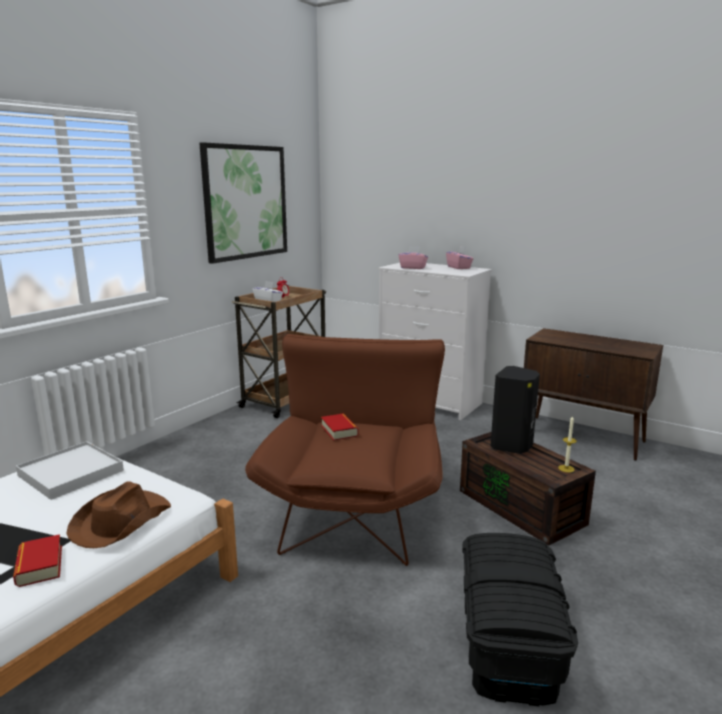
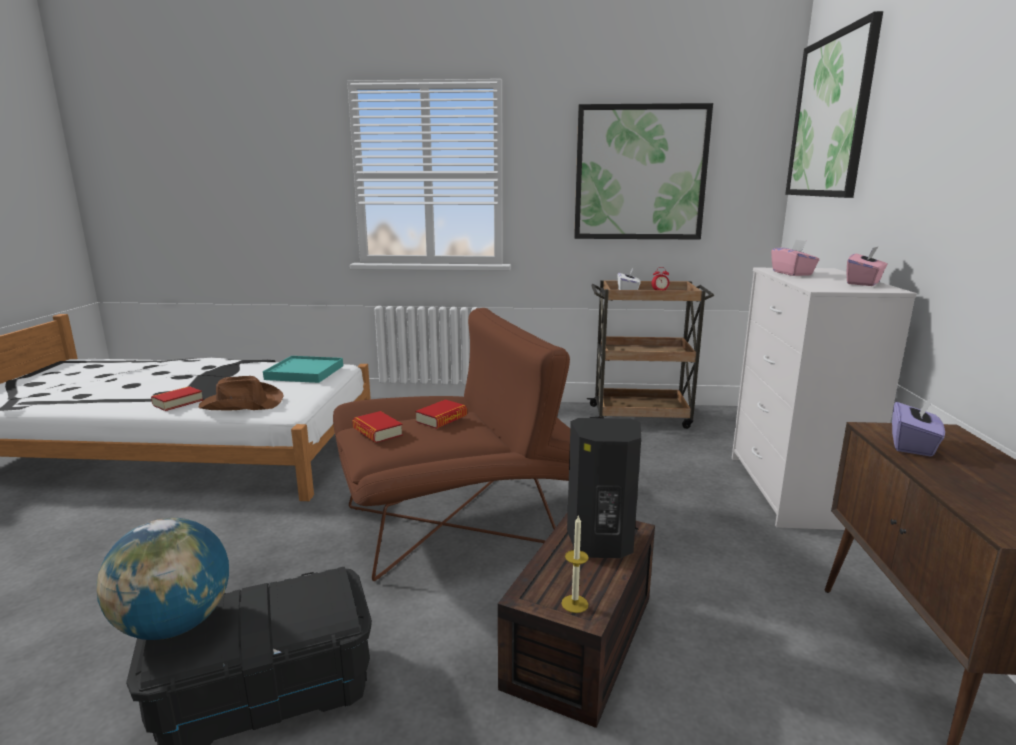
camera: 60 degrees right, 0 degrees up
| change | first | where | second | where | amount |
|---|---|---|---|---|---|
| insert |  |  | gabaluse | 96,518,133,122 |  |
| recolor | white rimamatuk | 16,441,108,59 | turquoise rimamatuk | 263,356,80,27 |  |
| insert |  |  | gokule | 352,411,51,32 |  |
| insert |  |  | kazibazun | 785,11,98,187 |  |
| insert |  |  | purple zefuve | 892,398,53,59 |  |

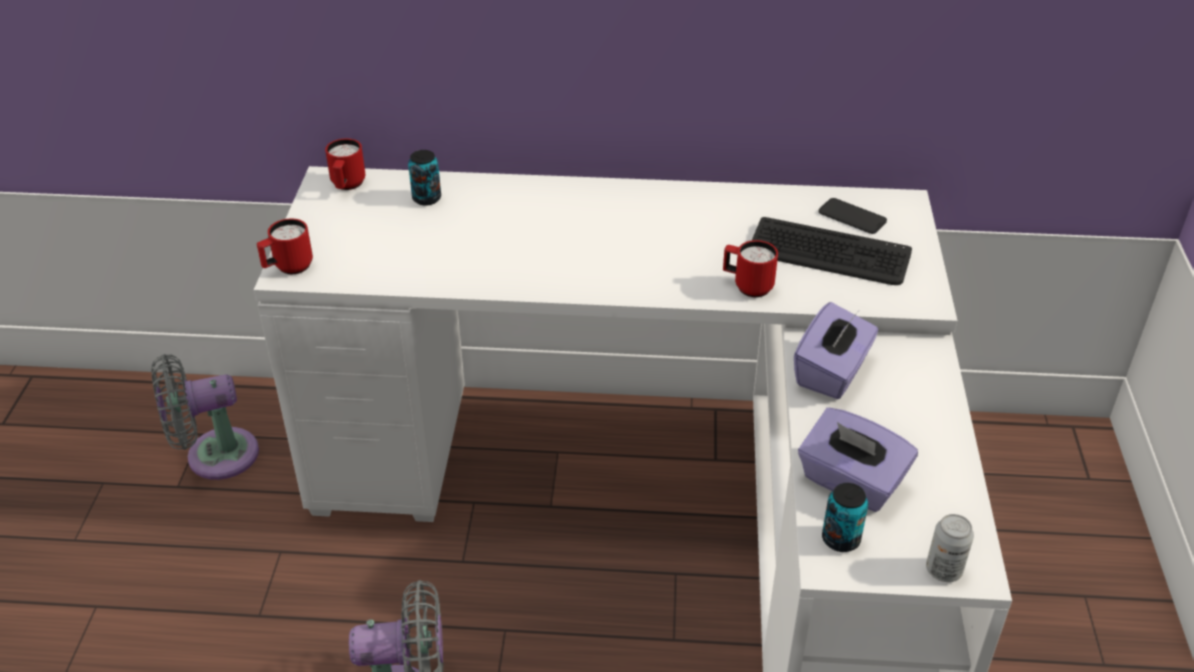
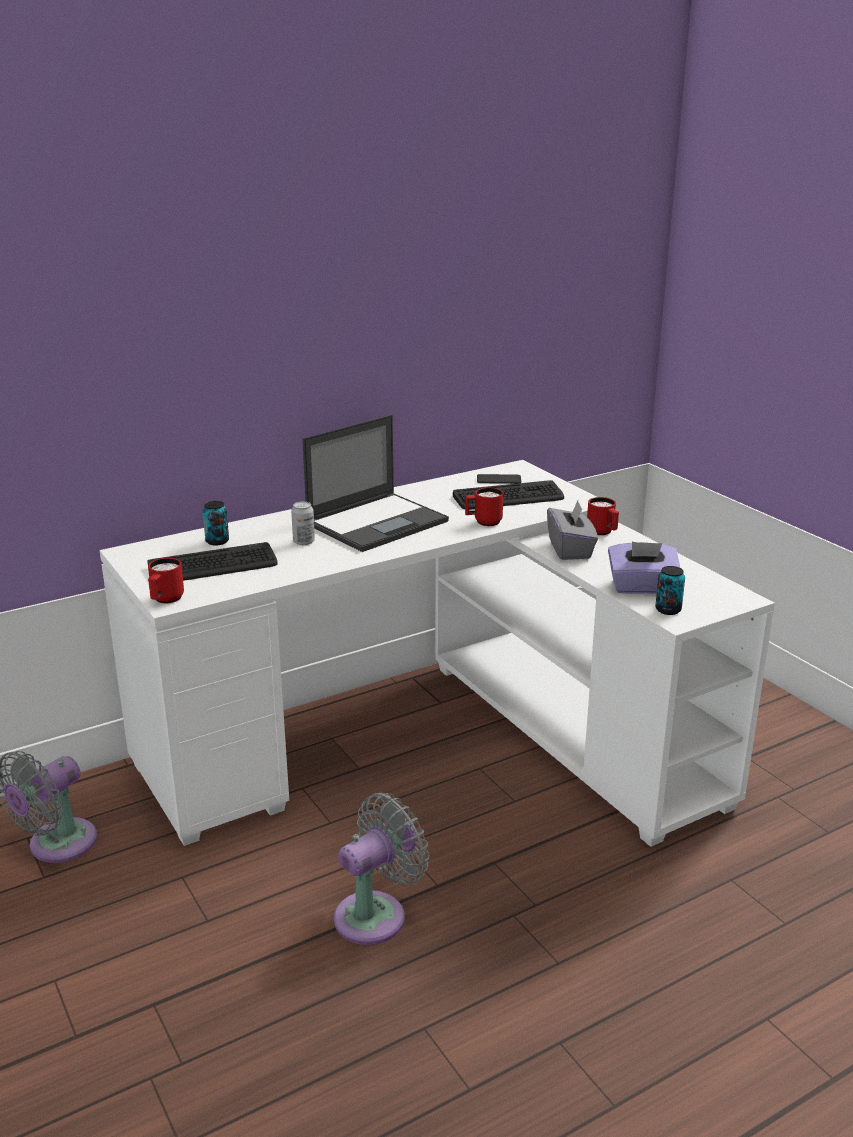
camera: 35 degrees left, 15 degrees down
| change | first | where | second | where | amount |
|---|---|---|---|---|---|
| insert |  |  | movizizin | 147,542,131,39 |  |
| move | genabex | 926,514,48,68 |  | 291,502,24,43 |  |
| insert |  |  | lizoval | 302,415,147,137 |  |
| recolor | purple zefuve | 794,302,84,97 | grey zefuve | 547,500,51,60 |  |
| move | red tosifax | 325,139,41,51 |  | 587,497,32,38 |  |

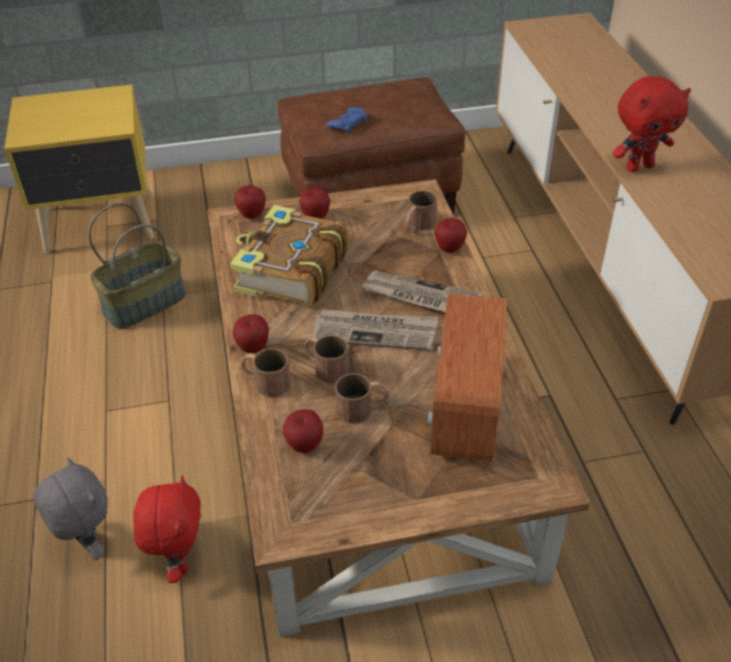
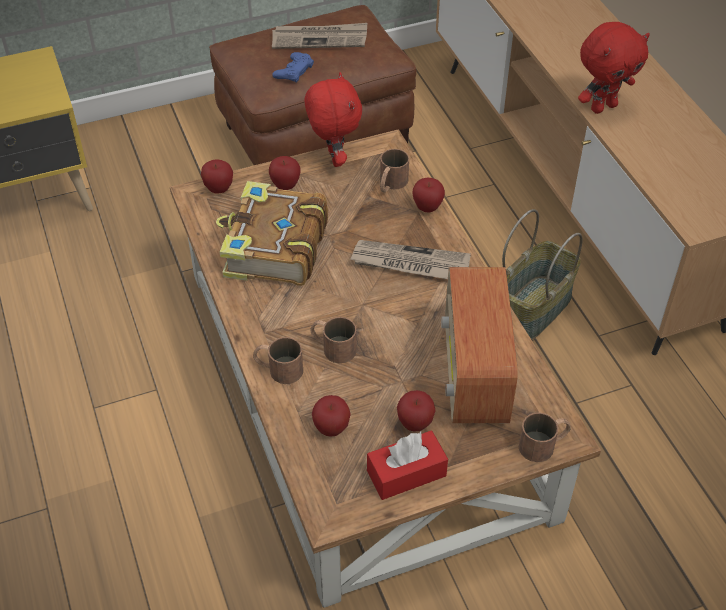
camera: 10 degrees left, 5 degrees up
| change | first | where | second | where | amount |
|---|---|---|---|---|---|
| move | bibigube | 311,309,127,42 |  | 272,23,95,26 |  |
| move | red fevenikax | 133,475,68,108 |  | 305,72,57,95 |  |
| insert |  |  | red zefuve | 367,431,81,69 |  |
| move | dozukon | 232,314,37,39 |  | 397,390,39,41 |  |
| move | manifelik | 88,203,98,126 |  | 502,209,81,131 |  |
| move | brown tosifax | 335,373,54,51 |  | 519,413,52,49 |  |
| delete | grey fevenikax | 34,458,74,102 |  |  |  |

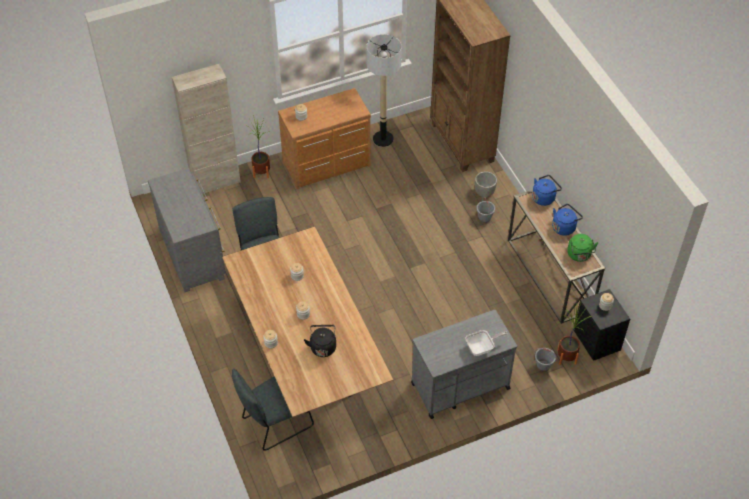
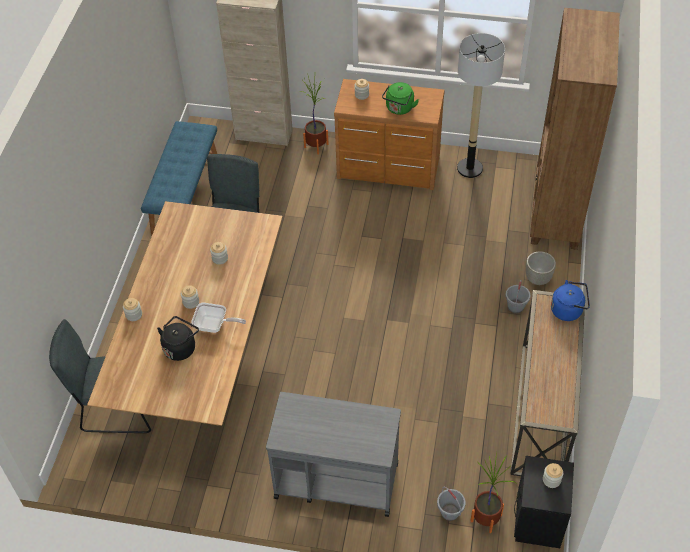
camera: 35 degrees right, 0 degrees up
| change | first | where | second | where | amount |
|---|---|---|---|---|---|
| replace | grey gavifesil | 148,168,78,124 | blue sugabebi | 141,121,76,115 |  |
| move | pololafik | 465,330,43,26 |  | 191,303,55,30 |  |
| move | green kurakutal | 567,234,31,28 |  | 382,82,37,33 |  |
| delete | blue kurakutal | 552,204,31,32 |  |  |  |

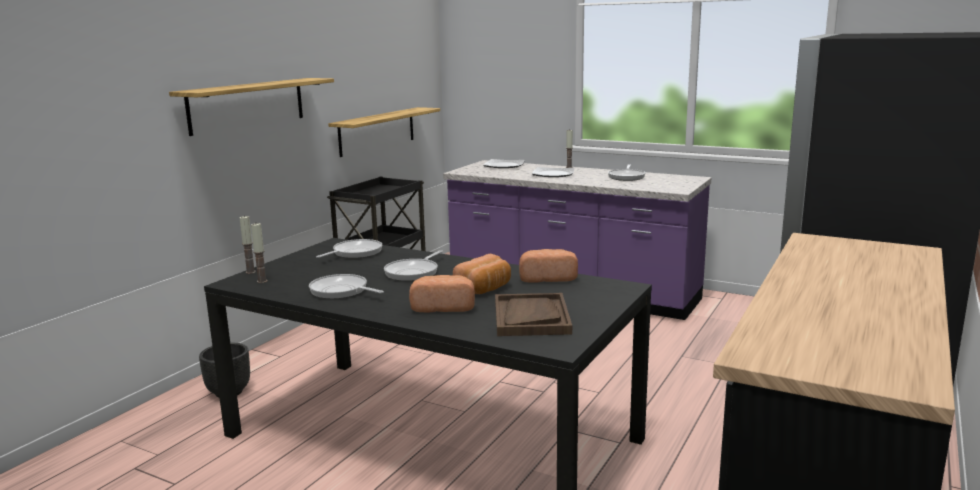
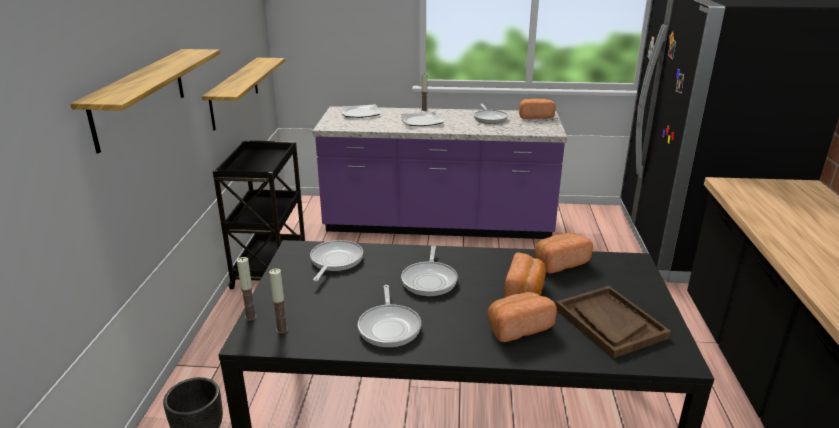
camera: 25 degrees left, 10 degrees up
| change | first | where | second | where | amount |
|---|---|---|---|---|---|
| rotate | pololafik | 309,274,75,25 |  | 358,285,63,62 | 105 degrees counterclockwise |
| insert |  |  | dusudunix | 519,98,37,21 |  |

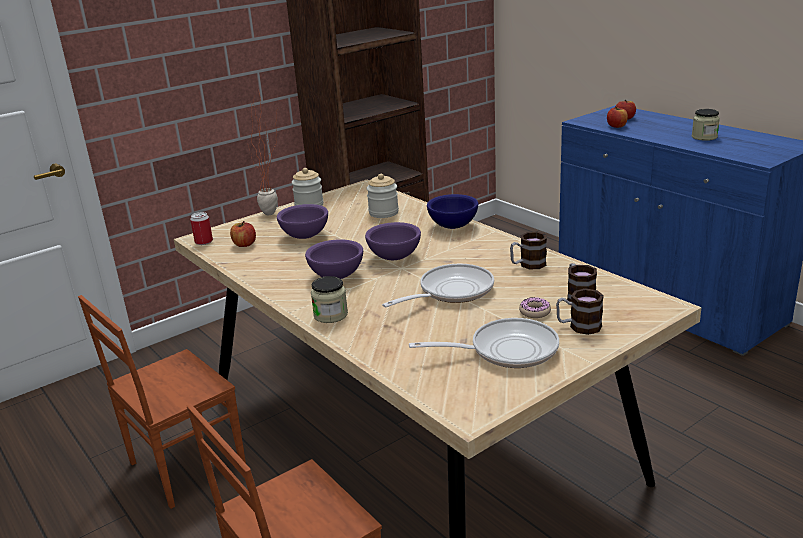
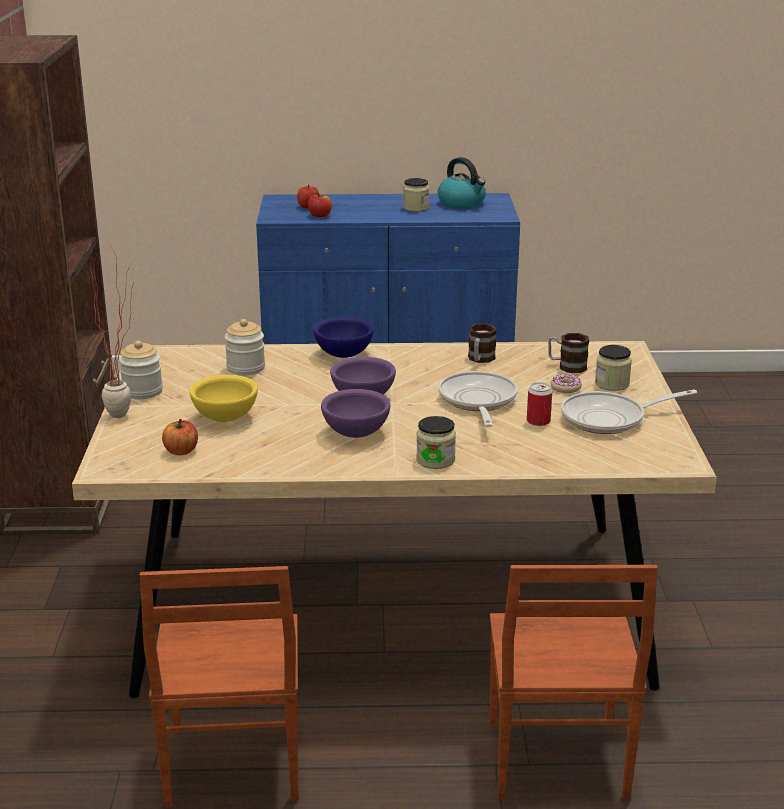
camera: 55 degrees left, 0 degrees up
| change | first | where | second | where | amount |
|---|---|---|---|---|---|
| recolor | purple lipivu | 277,204,51,35 | yellow lipivu | 189,375,69,47 |  |
| insert |  |  | kurakutal | 438,157,48,51 |  |
| move | genabex | 190,212,23,33 |  | 527,382,25,44 |  |
| rotate | pololafik | 409,318,150,50 |  | 561,389,136,45 | 135 degrees counterclockwise |
| replace | tosifax | 556,288,48,47 | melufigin | 595,345,37,46 |  |

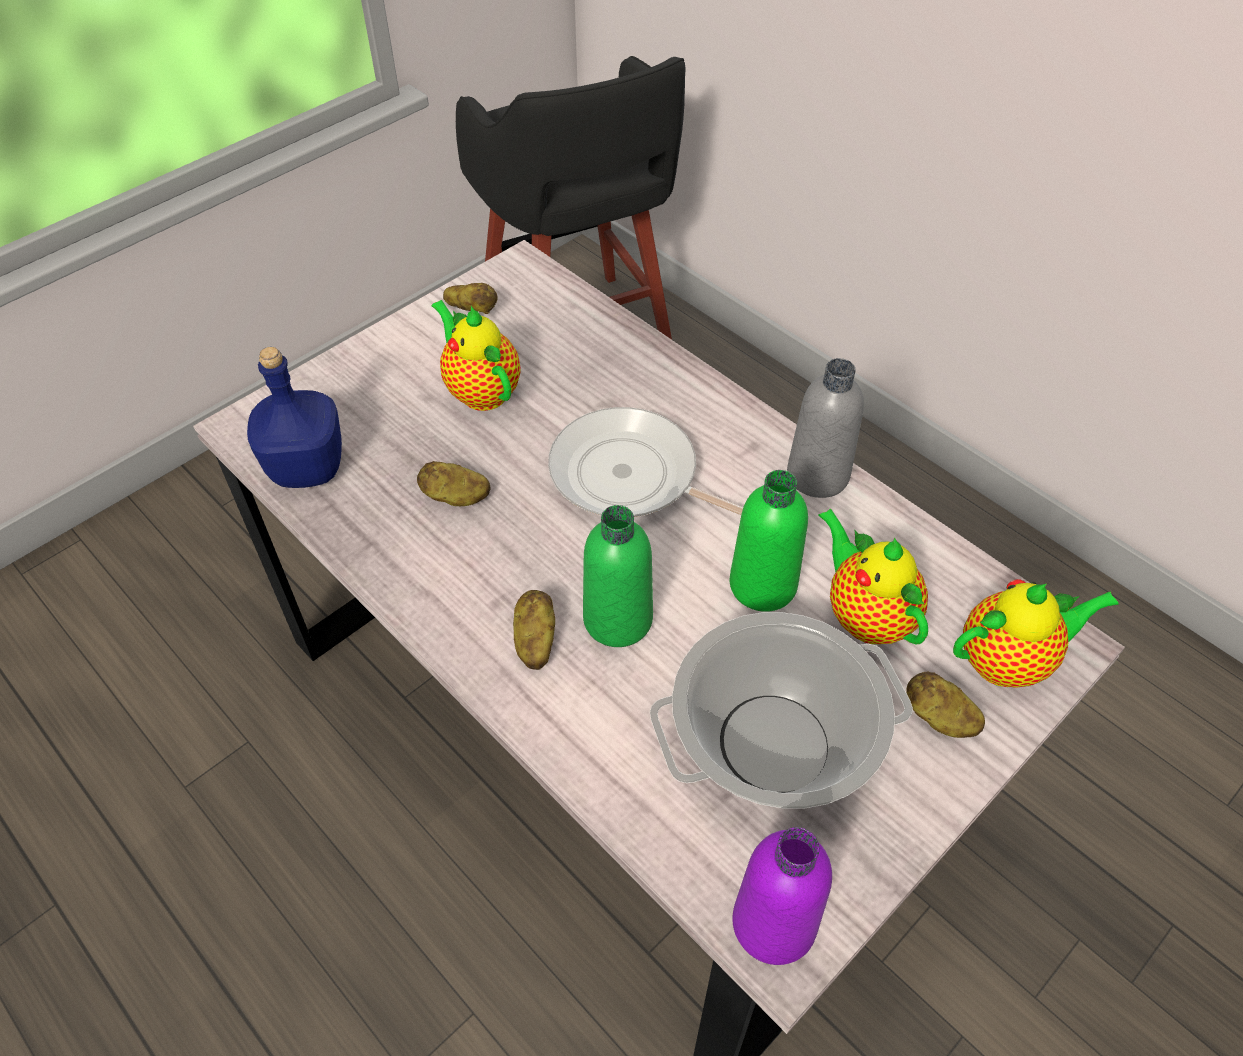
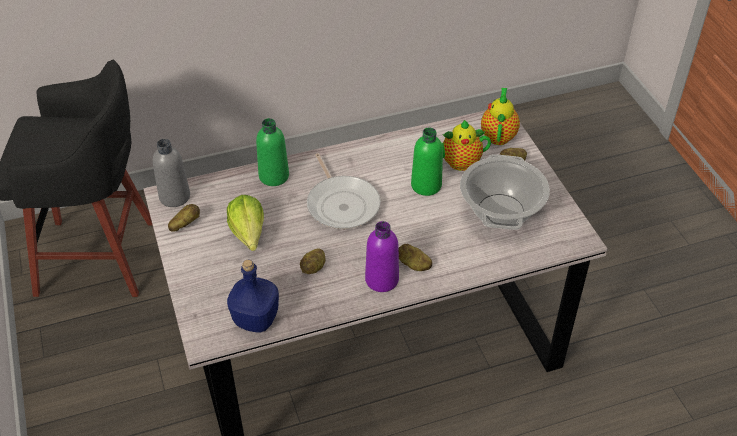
camera: 65 degrees left, 5 degrees down
| change | first | where | second | where | amount |
|---|---|---|---|---|---|
| move | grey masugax | 787,358,77,140 |  | 153,139,37,68 |  |
| replace | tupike | 431,300,90,111 | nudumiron | 227,195,37,56 |  |
| move | green masugax | 583,505,70,142 |  | 256,118,33,68 |  |
| rotate | pololafik | 548,407,195,110 |  | 307,153,74,76 | 75 degrees counterclockwise |
| move | purple masugax | 732,827,100,138 |  | 365,221,34,71 |  |

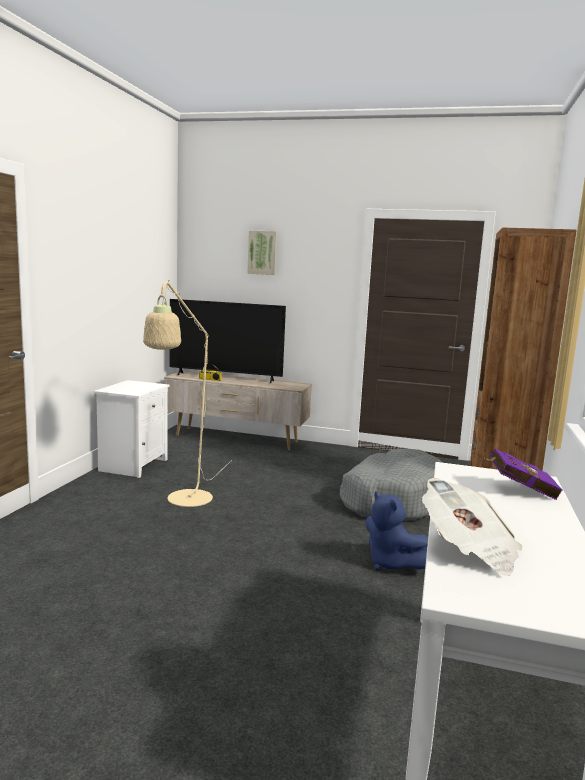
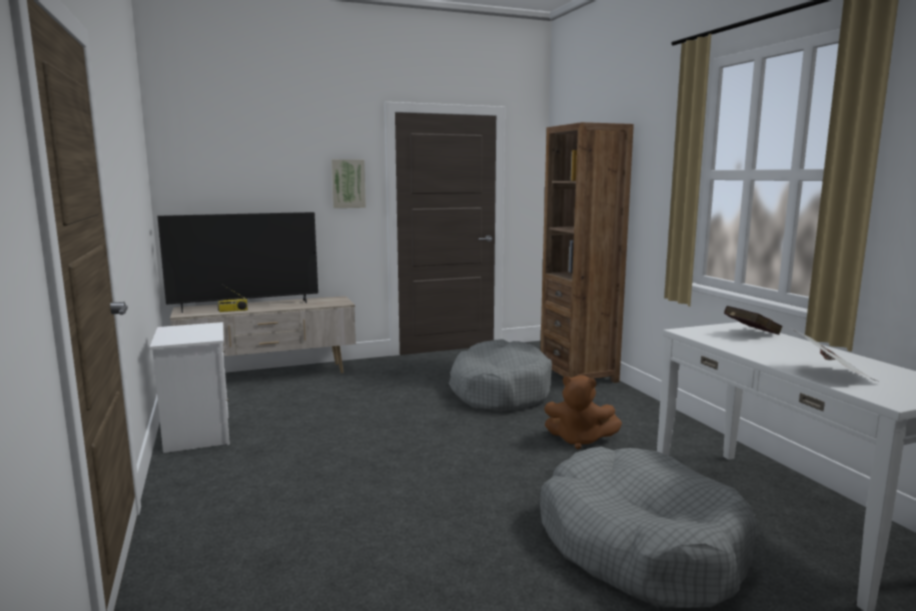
camera: 35 degrees left, 0 degrees up
| change | first | where | second | where | amount |
|---|---|---|---|---|---|
| move | kazibazun | 247,230,30,45 |  | 331,159,35,49 |  |
| insert |  |  | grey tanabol | 540,447,218,161 |  |
| recolor | blue fevenikax | 366,491,62,80 | brown fevenikax | 544,375,78,74 |  |
| recolor | purple gokule | 484,449,79,51 | red gokule | 724,306,59,29 |  |
| delete | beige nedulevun | 143,280,89,227 |  |  |  |

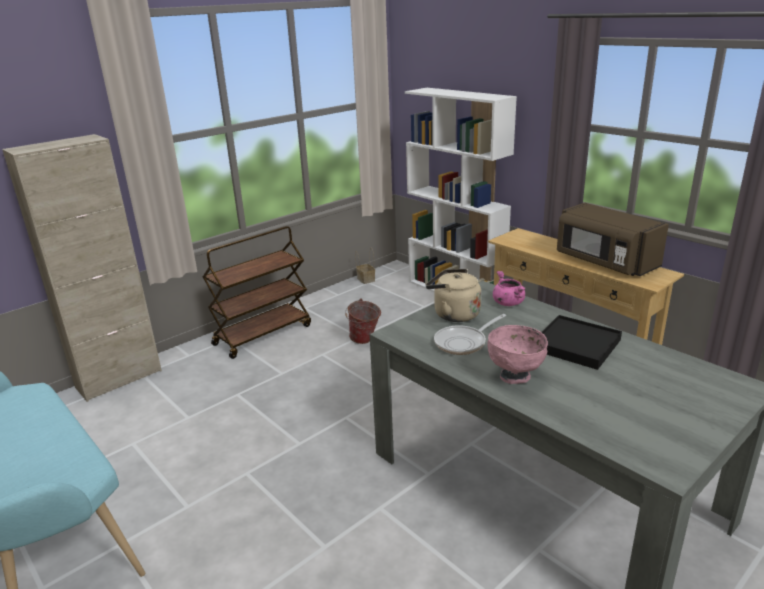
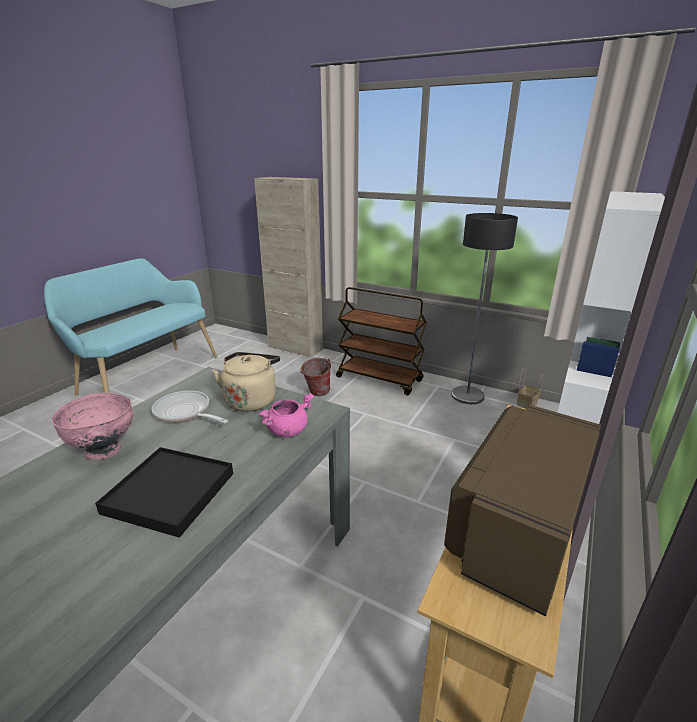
camera: 70 degrees right, 0 degrees up
| change | first | where | second | where | amount |
|---|---|---|---|---|---|
| move | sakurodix | 345,298,36,46 |  | 300,358,31,38 |  |
| insert |  |  | nedulevun | 451,213,67,191 |  |

